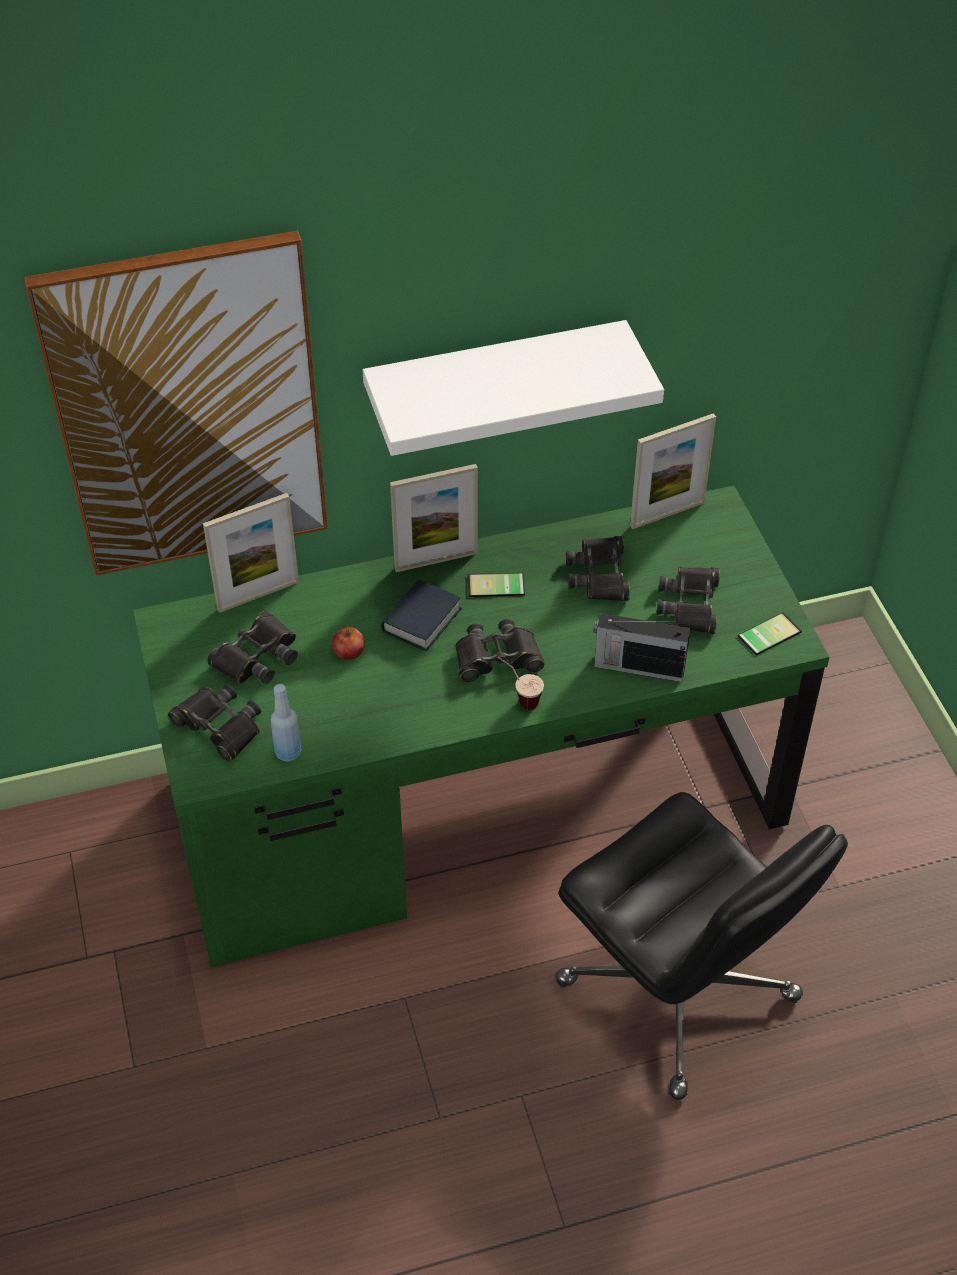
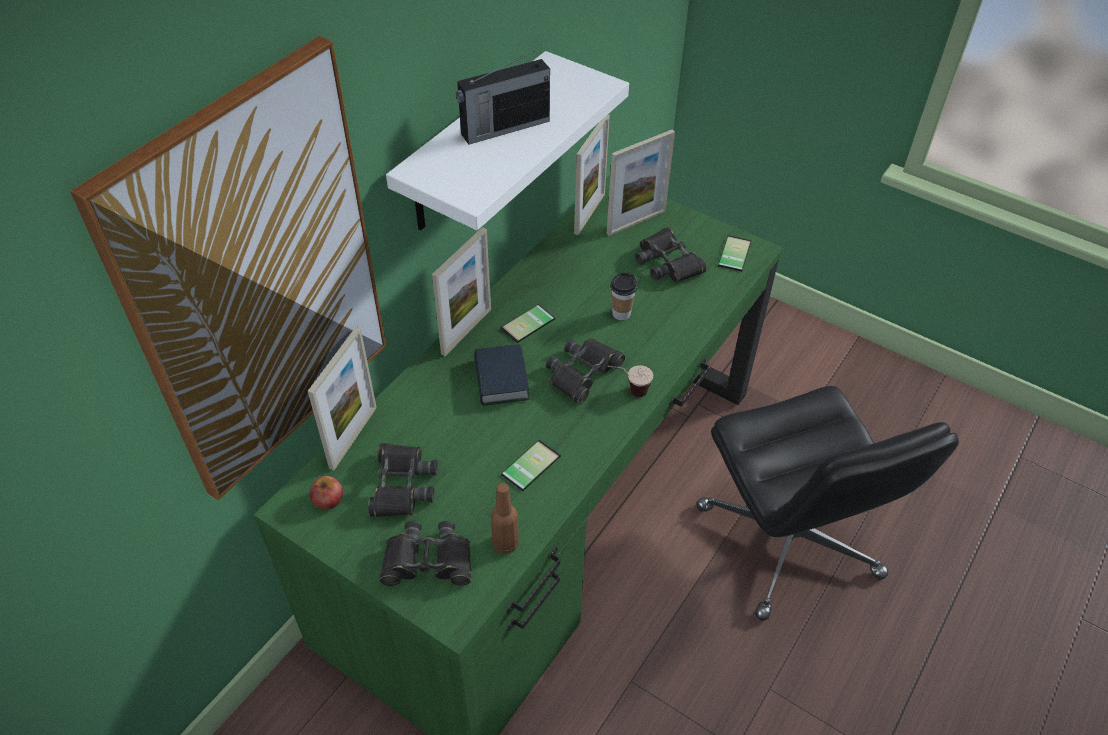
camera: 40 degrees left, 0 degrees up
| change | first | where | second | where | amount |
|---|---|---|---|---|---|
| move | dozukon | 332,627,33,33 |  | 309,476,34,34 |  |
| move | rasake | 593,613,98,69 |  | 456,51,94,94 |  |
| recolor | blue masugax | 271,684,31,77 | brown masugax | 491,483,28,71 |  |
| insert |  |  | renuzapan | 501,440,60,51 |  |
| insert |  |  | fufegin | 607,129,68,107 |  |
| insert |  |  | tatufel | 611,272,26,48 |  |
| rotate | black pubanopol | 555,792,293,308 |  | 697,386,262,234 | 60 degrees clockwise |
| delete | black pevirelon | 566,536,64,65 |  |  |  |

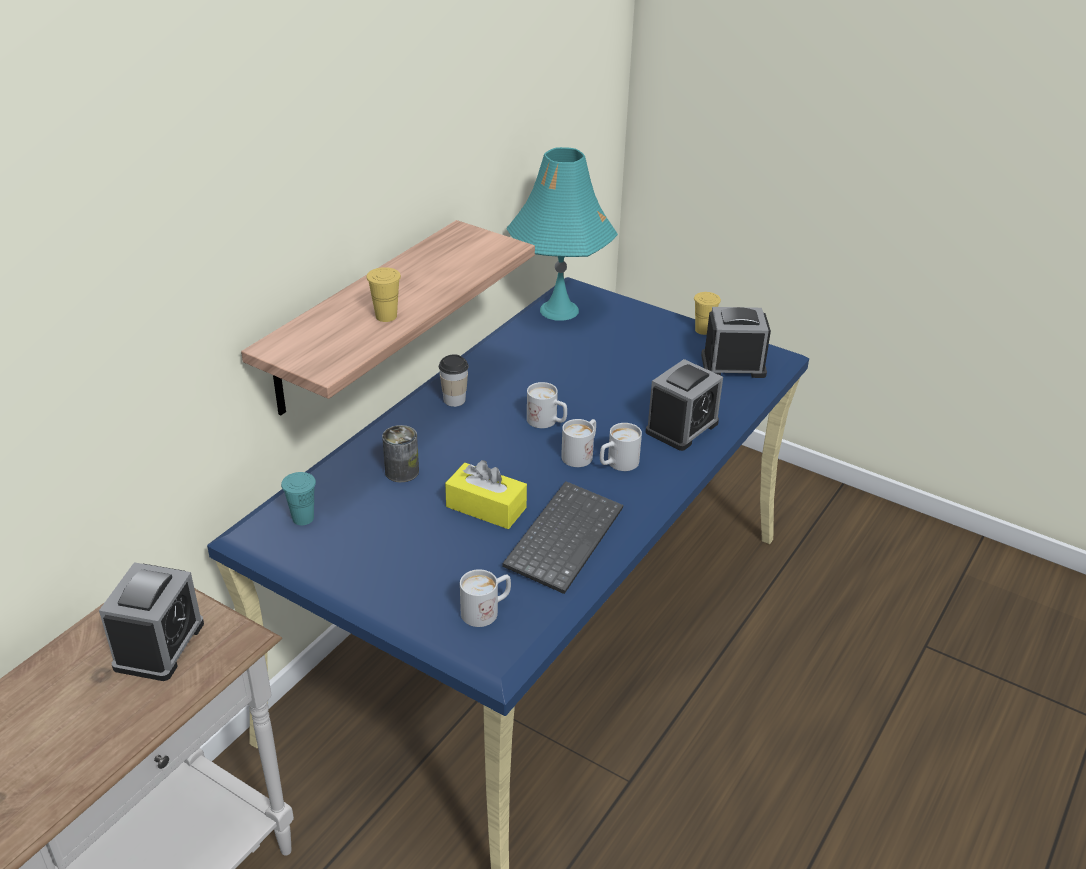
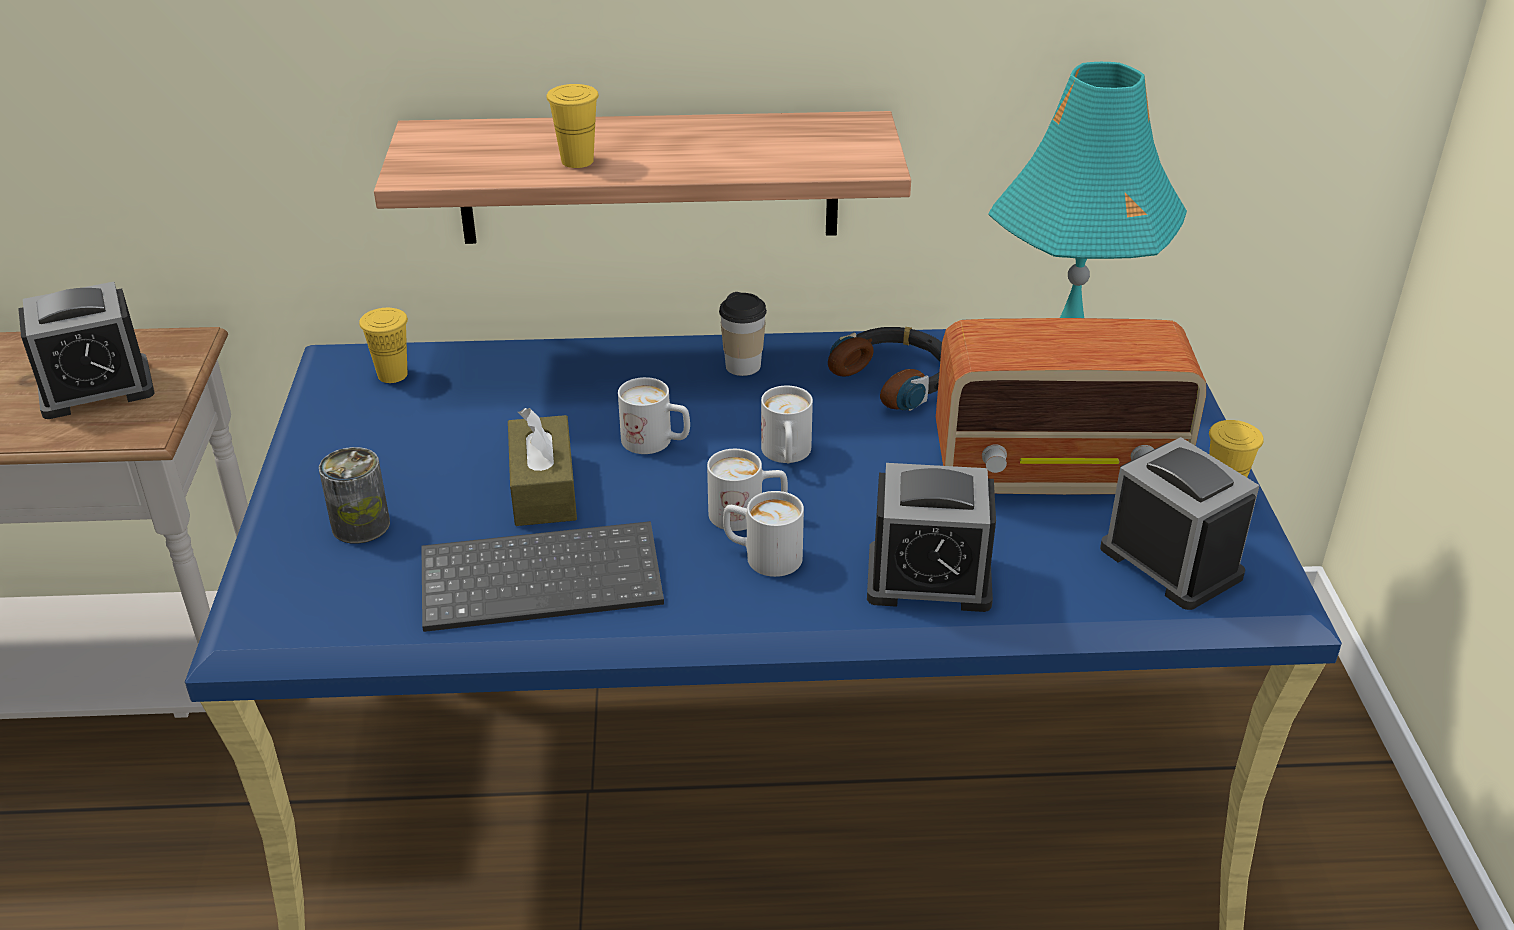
camera: 55 degrees right, 0 degrees up
| change | first | where | second | where | amount |
|---|---|---|---|---|---|
| move | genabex | 382,425,37,57 |  | 319,447,71,97 |  |
| recolor | turquoise tatufel | 281,472,35,53 | yellow tatufel | 359,308,49,75 |  |
| recolor | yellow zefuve | 445,460,82,69 | brown zefuve | 508,408,69,118 |  |
| move | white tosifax | 460,569,51,58 |  | 618,377,72,77 |  |
| insert |  |  | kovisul | 828,327,114,84 |  |
| insert |  |  | rasake | 936,318,270,177 |  |

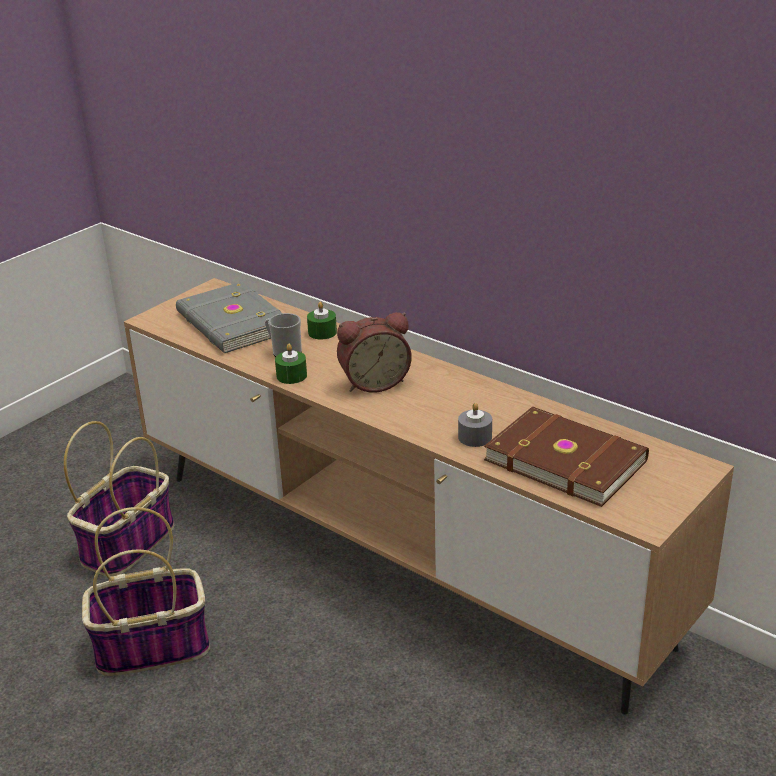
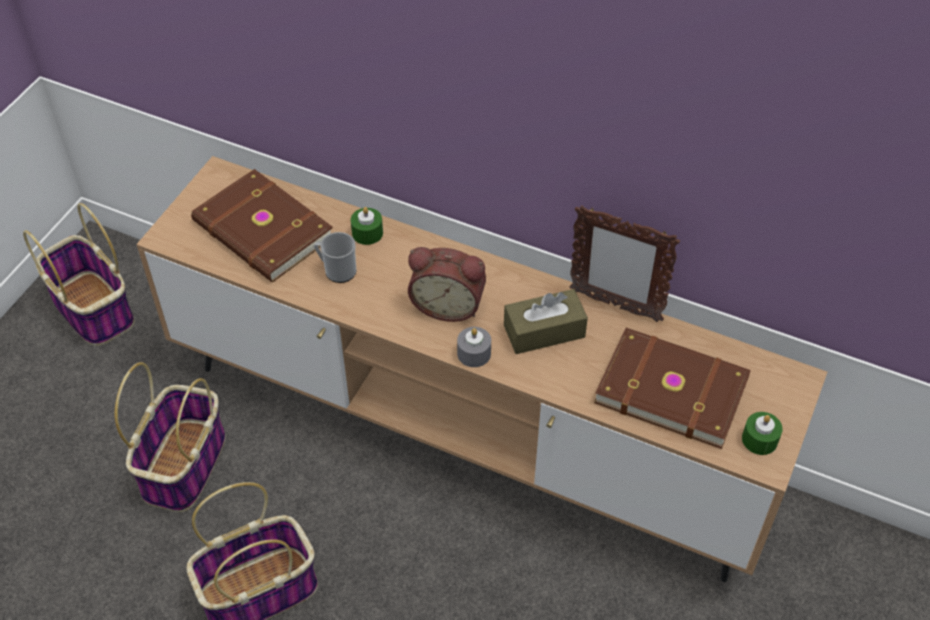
camera: 15 degrees left, 20 degrees up
| change | first | where | second | where | amount |
|---|---|---|---|---|---|
| insert |  |  | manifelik | 23,203,112,143 |  |
| recolor | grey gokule | 176,281,107,72 | brown gokule | 191,169,142,113 |  |
| rotate | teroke | 337,312,75,81 |  | 408,247,78,75 | 45 degrees clockwise |
| move | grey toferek | 458,403,34,44 |  | 457,327,34,40 |  |
| insert |  |  | brown zefuve | 504,289,84,65 |  |
| insert |  |  | fufegin | 569,205,111,117 |  |
| move | green toferek | 275,344,32,40 |  | 742,412,41,43 |  |

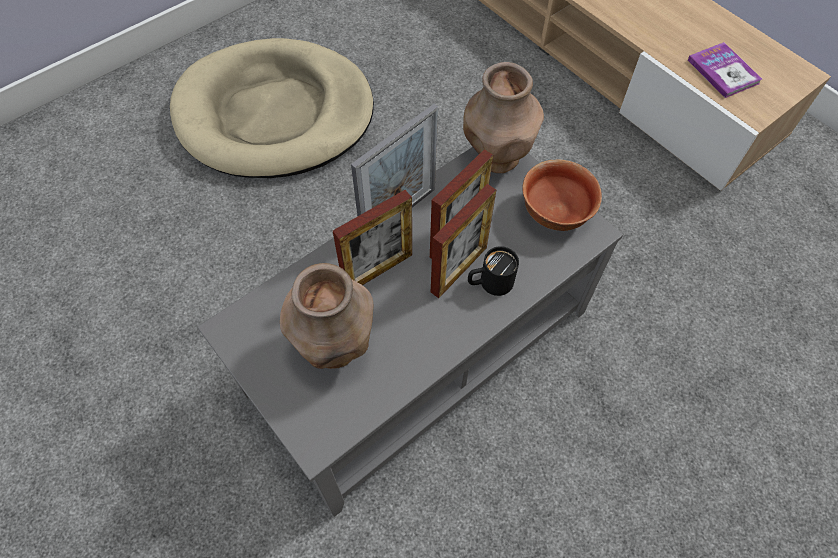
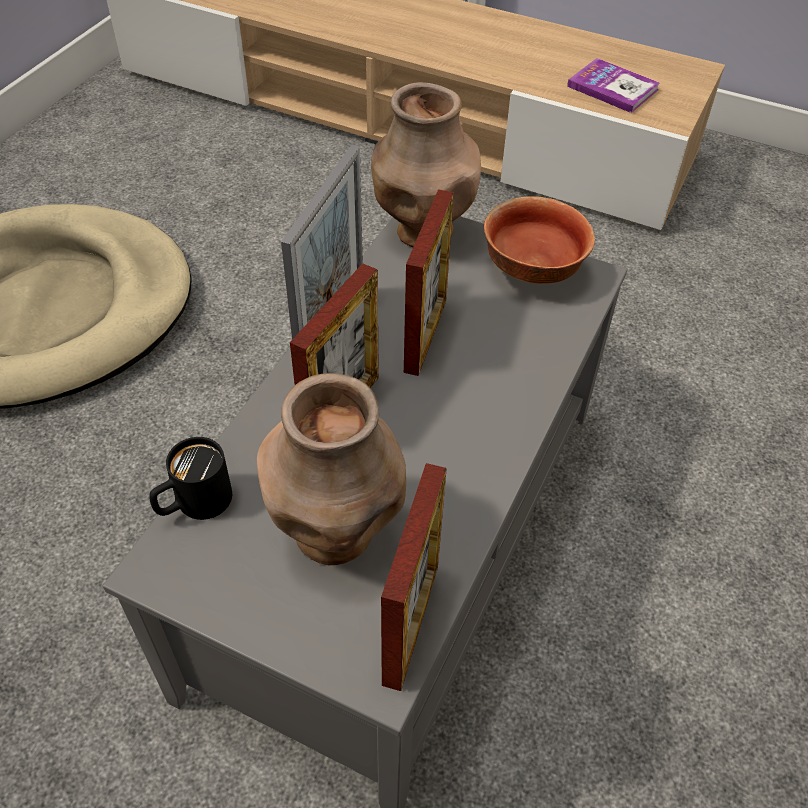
camera: 25 degrees left, 10 degrees down
| change | first | where | second | where | amount |
|---|---|---|---|---|---|
| move | black tosifax | 468,246,51,50 |  | 149,437,83,83 |  |
| move | fufegin | 431,184,65,114 |  | 381,463,66,228 |  |

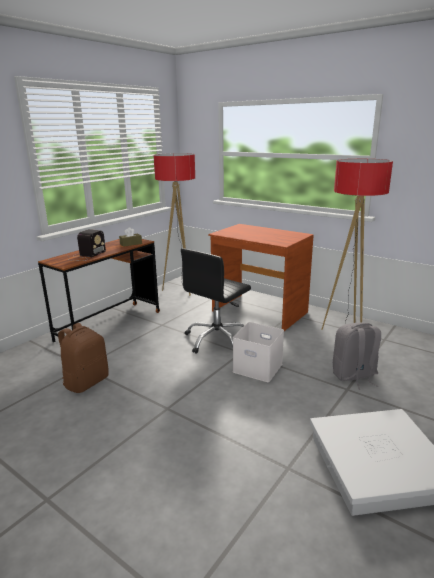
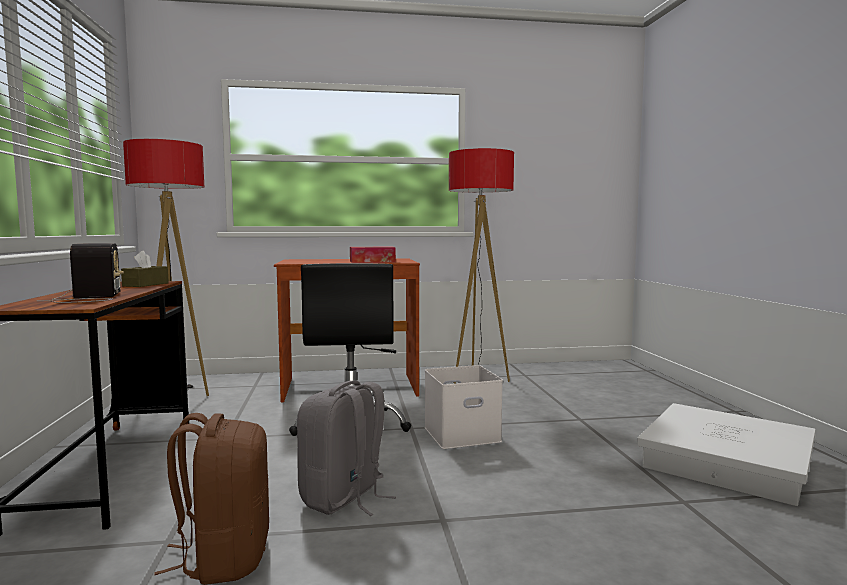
camera: 45 degrees left, 15 degrees down
| change | first | where | second | where | amount |
|---|---|---|---|---|---|
| move | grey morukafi | 333,322,48,68 |  | 297,381,99,135 |  |
| insert |  |  | zefuve | 350,247,46,16 |  |

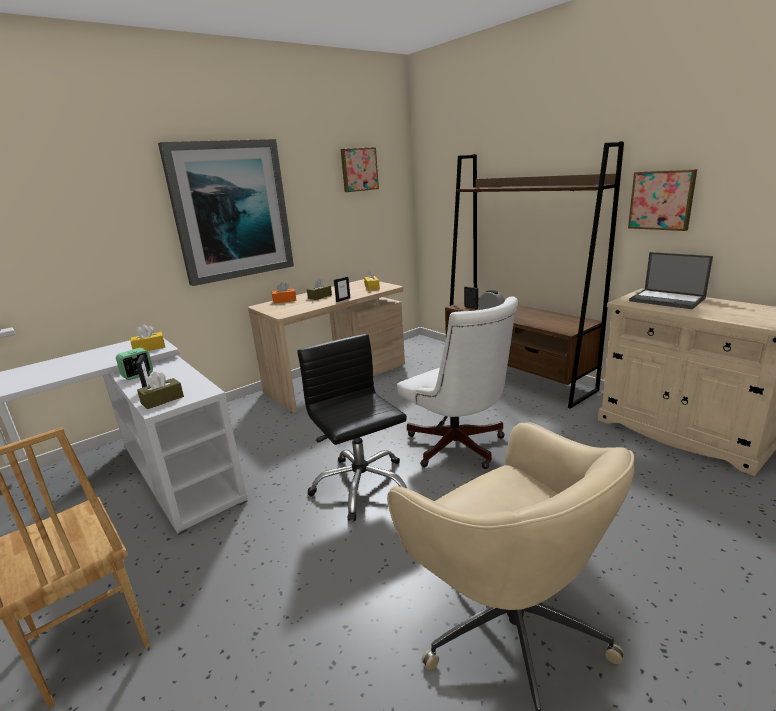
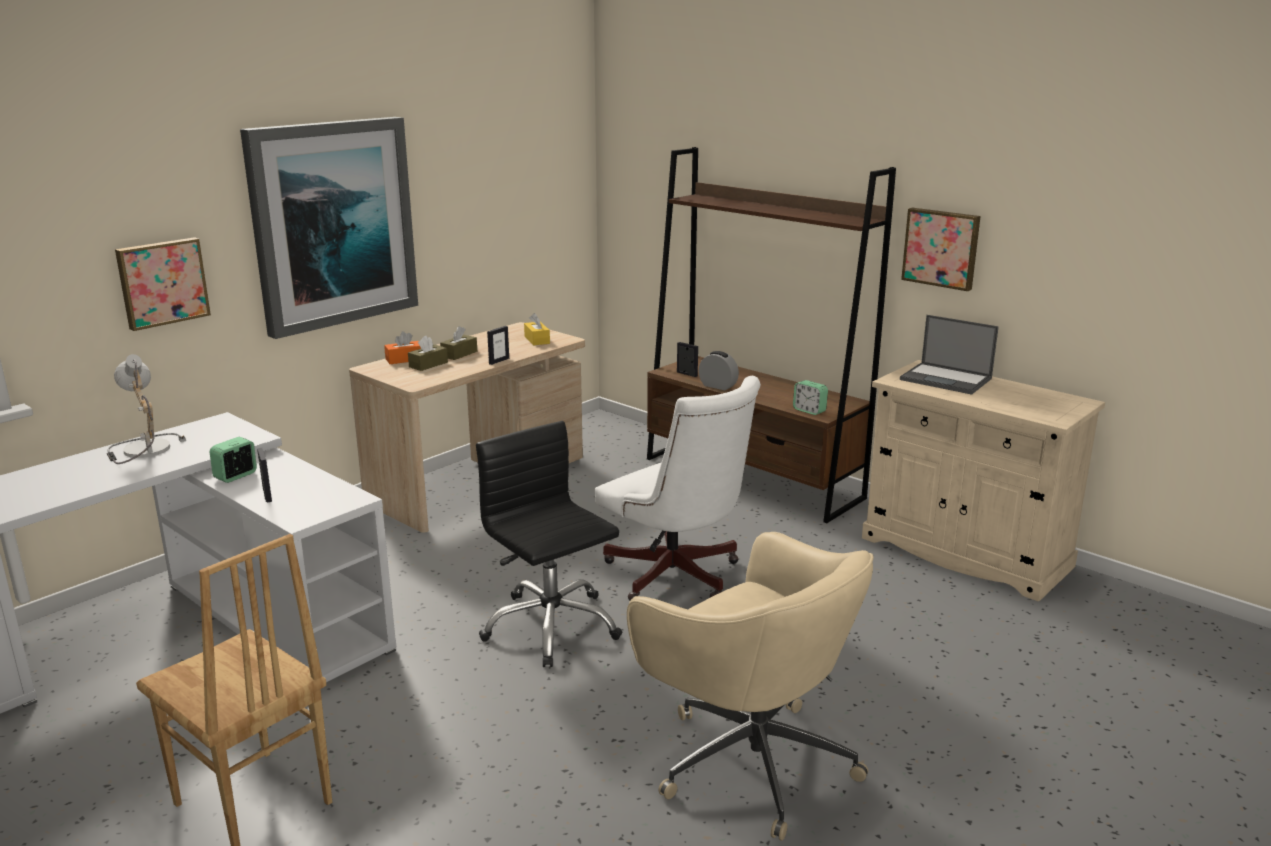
camera: 10 degrees left, 0 degrees up
| change | first | where | second | where | amount |
|---|---|---|---|---|---|
| insert |  |  | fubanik | 107,354,79,110 |  |
| move | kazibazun | 341,147,38,45 |  | 115,237,96,94 |  |
| move | brown zefuve | 137,371,47,38 |  | 408,335,40,36 |  |
| insert |  |  | teroke | 793,380,35,35 |  |
| delete | yellow zefuve | 130,324,35,27 |  |  |  |

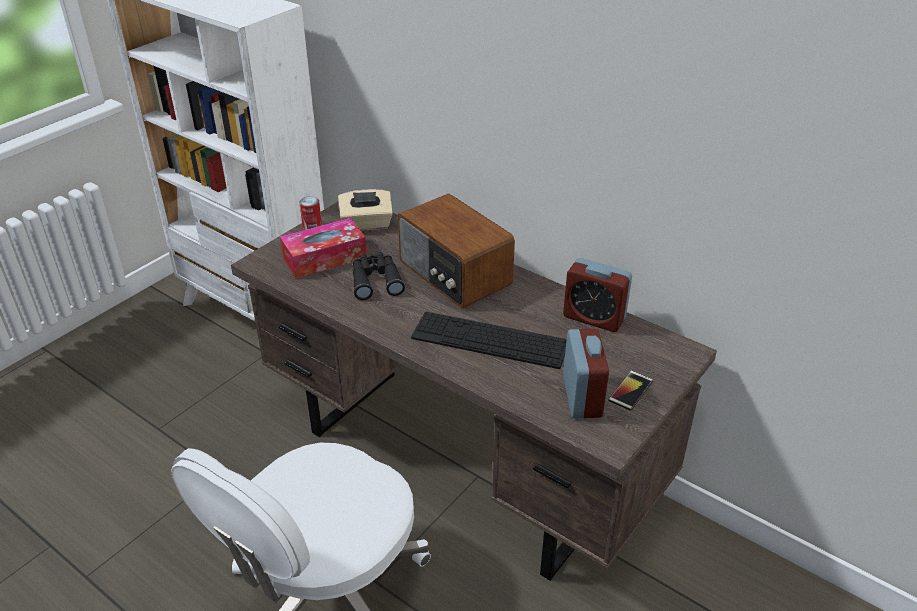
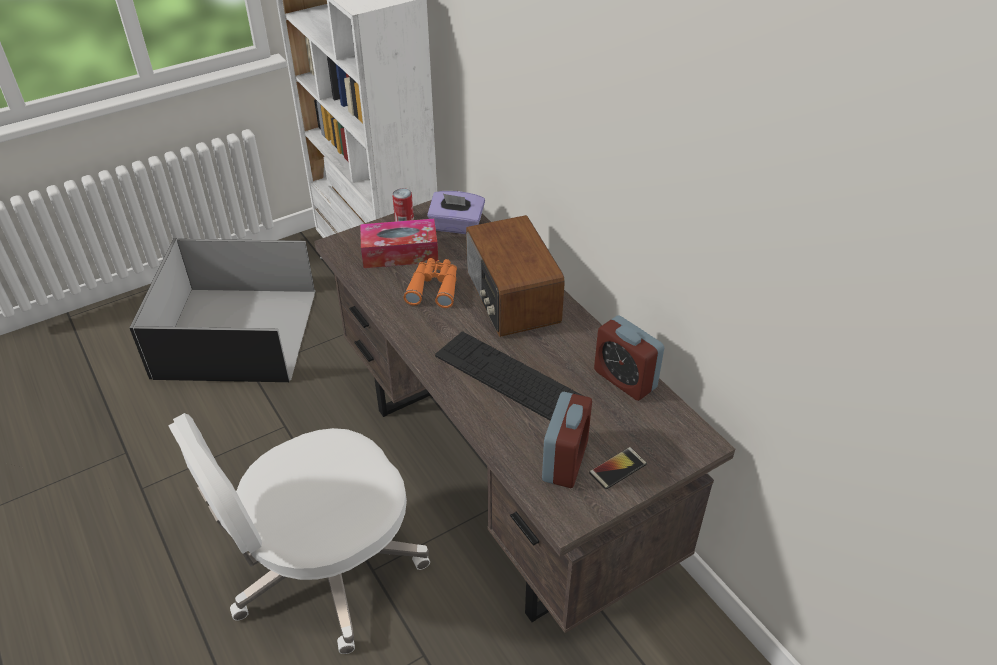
camera: 20 degrees right, 5 degrees up
| change | first | where | second | where | amount |
|---|---|---|---|---|---|
| insert |  |  | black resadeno | 129,238,187,144 |  |
| recolor | black pevirelon | 353,252,52,48 | orange pevirelon | 404,258,53,50 |  |
| recolor | beige zefuve | 338,189,55,42 | purple zefuve | 427,191,58,43 |  |

